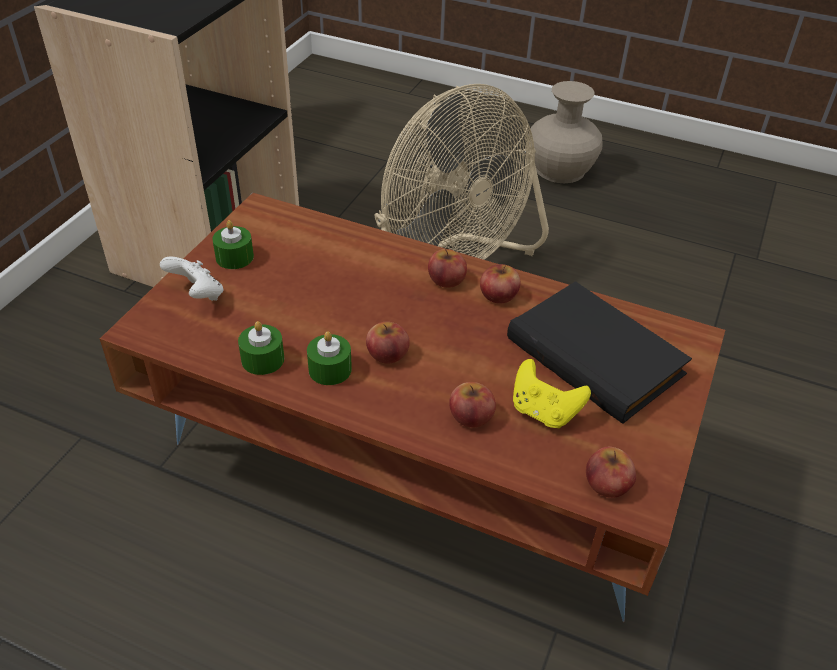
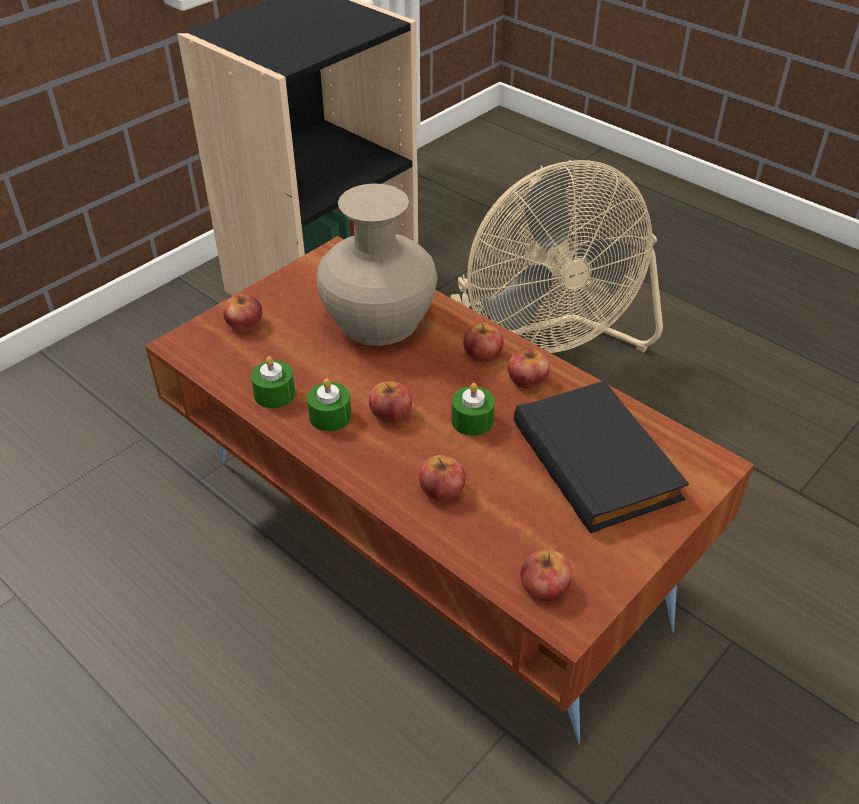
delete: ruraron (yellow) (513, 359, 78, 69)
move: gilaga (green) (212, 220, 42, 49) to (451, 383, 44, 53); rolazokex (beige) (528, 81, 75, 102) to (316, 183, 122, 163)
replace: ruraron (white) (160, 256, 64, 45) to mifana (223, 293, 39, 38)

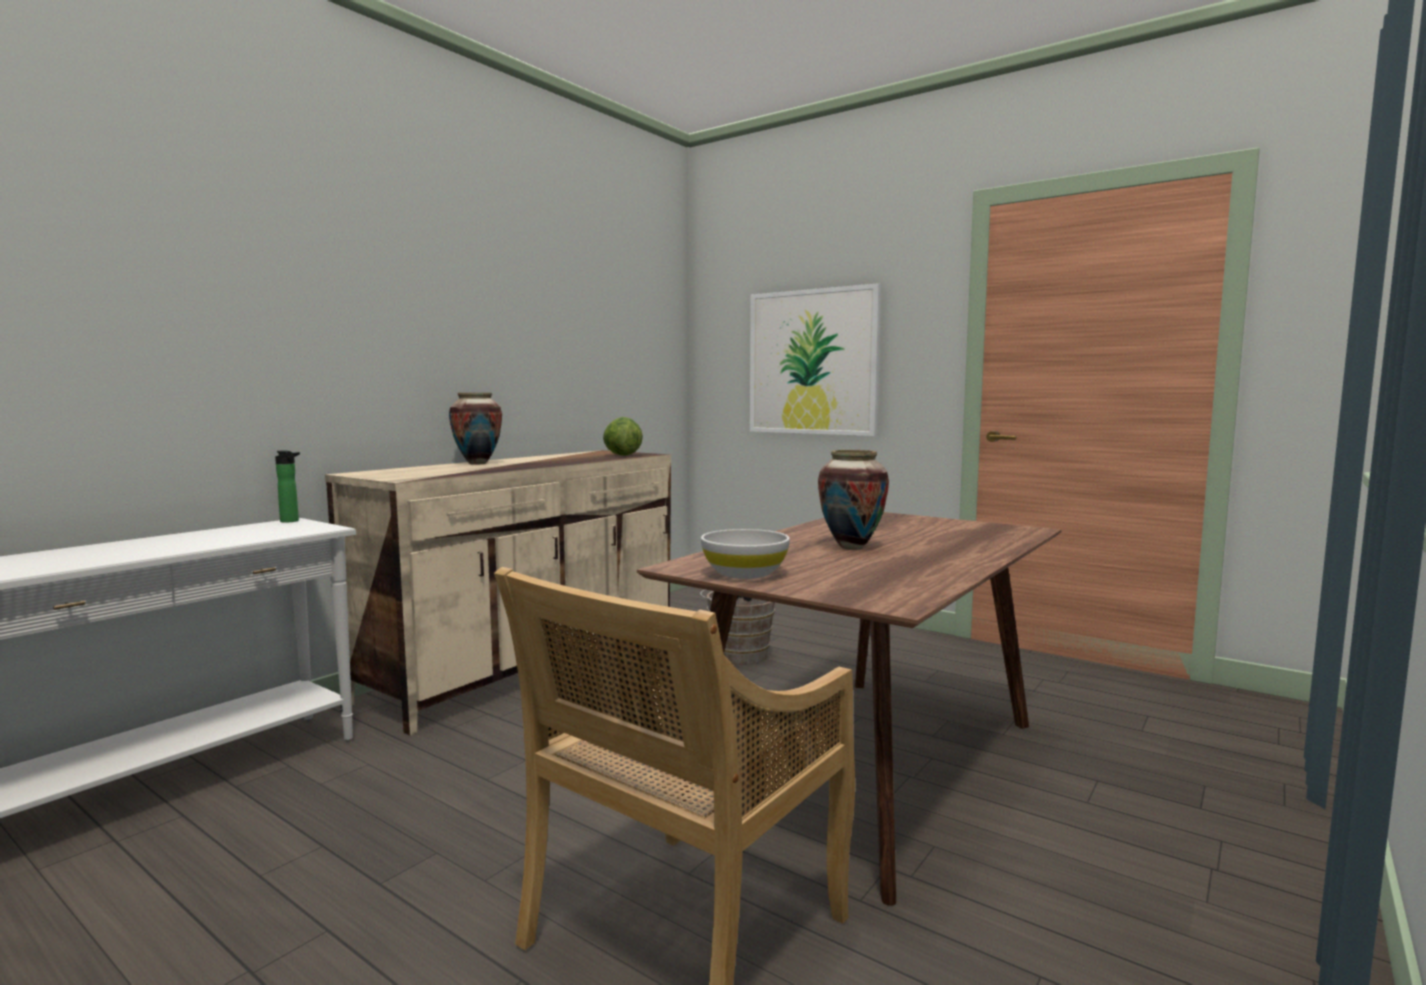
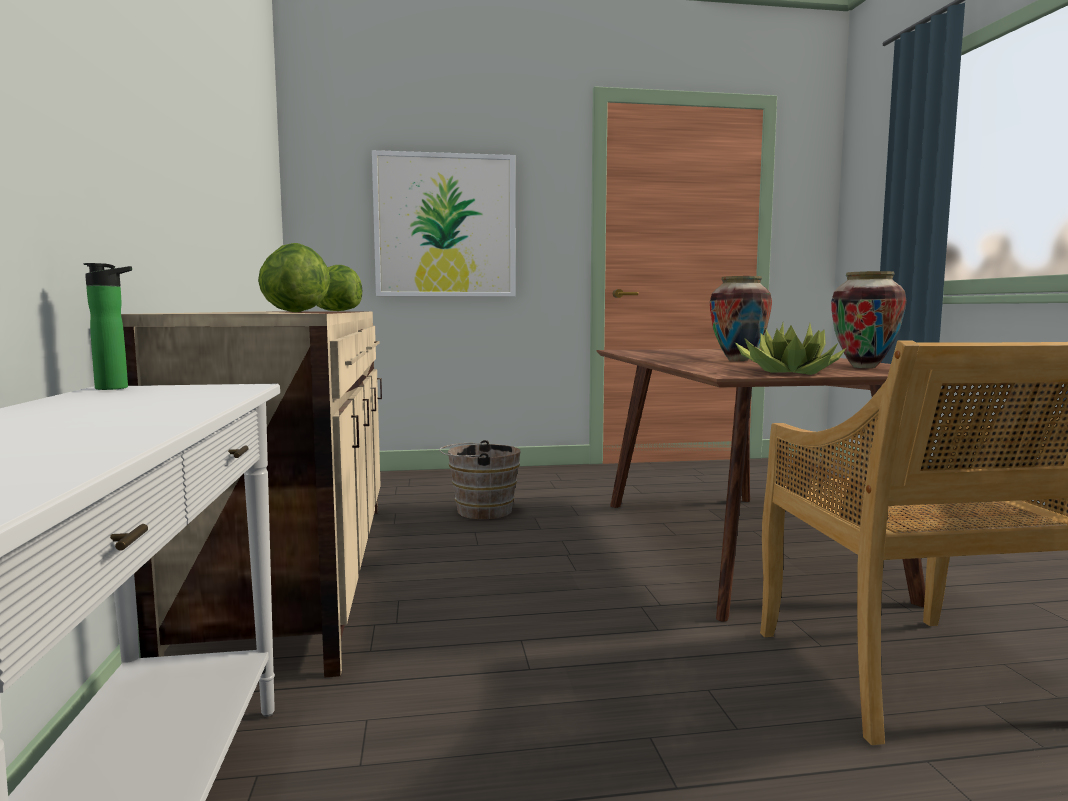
insert: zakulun (258, 243, 72, 69)
move: rolazokex (449, 393, 53, 72) to (831, 271, 76, 97)
replace: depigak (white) (701, 529, 89, 50) to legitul (735, 323, 111, 52)

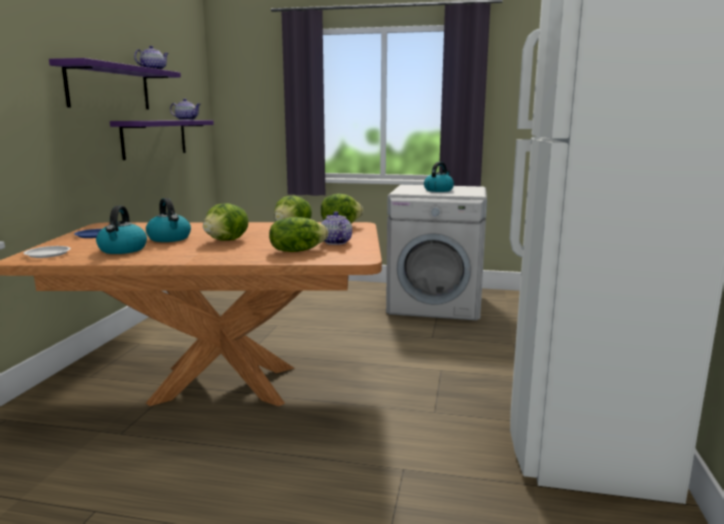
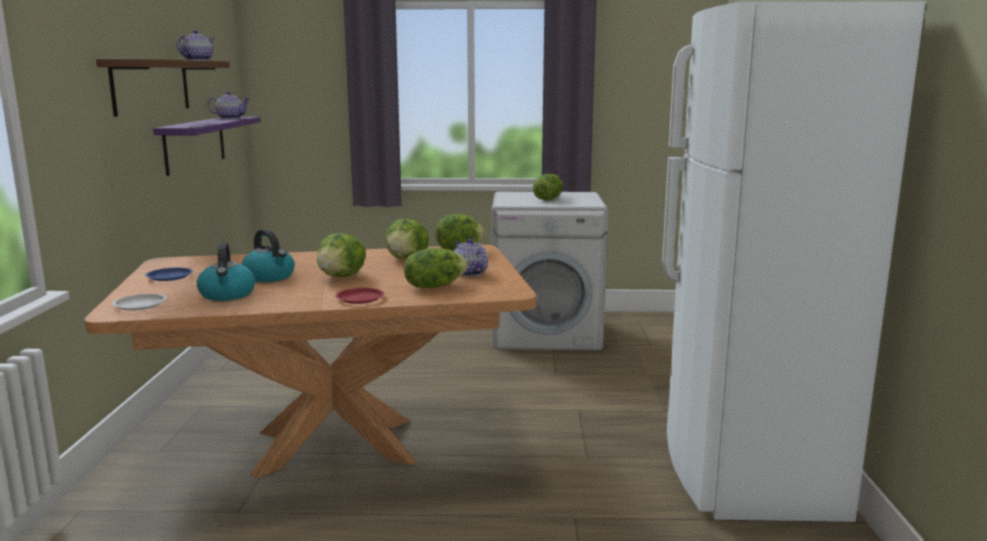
insert: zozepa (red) (335, 288, 49, 16)
replace: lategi (424, 162, 30, 30) to zakulun (533, 174, 30, 26)
recolor: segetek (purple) (49, 58, 132, 51) to segetek (brown) (96, 59, 134, 58)

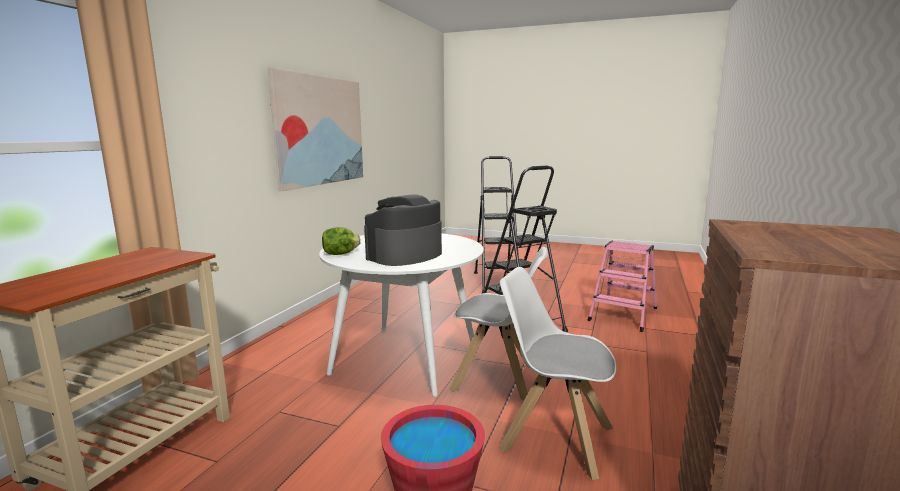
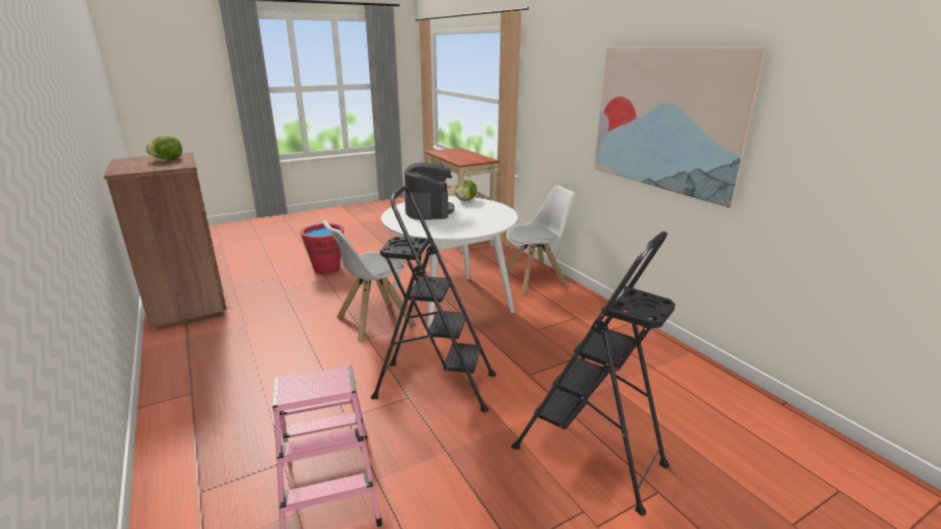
insert: zakulun (146, 136, 36, 23)
move: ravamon (499, 267, 117, 213) to (500, 186, 76, 110)

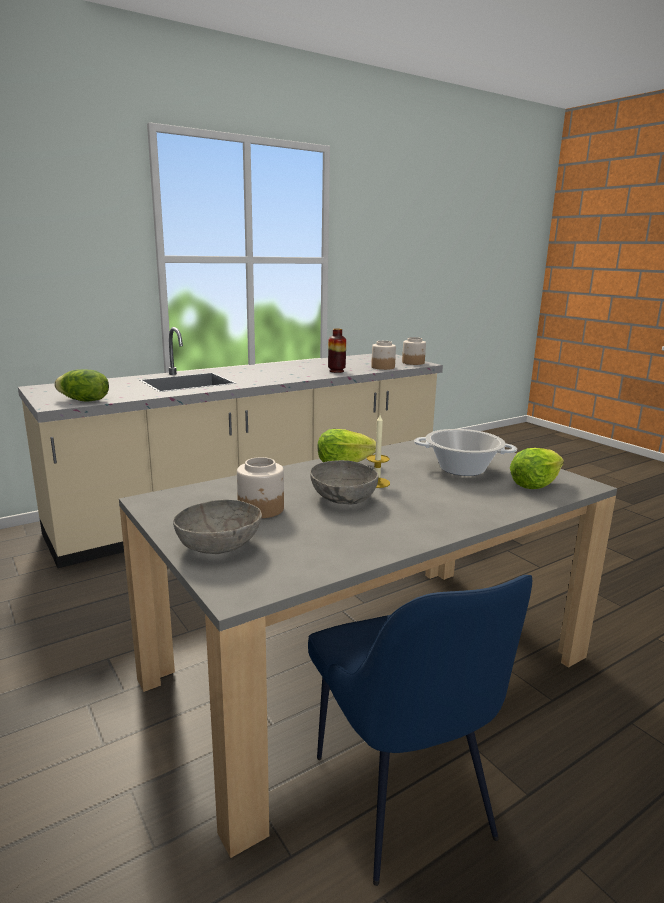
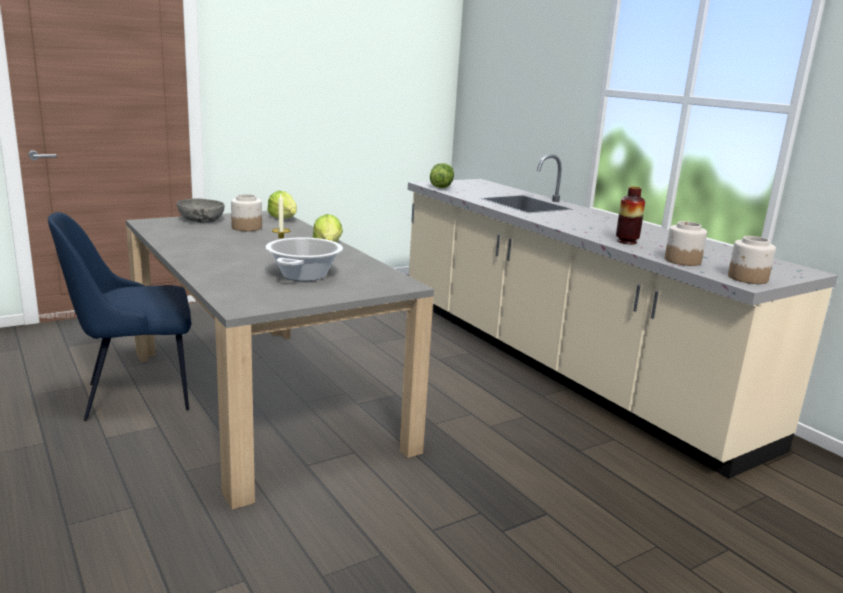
delete: depigak (grey) (310, 460, 69, 44)
move: zakulun (510, 448, 54, 41) to (267, 190, 30, 29)

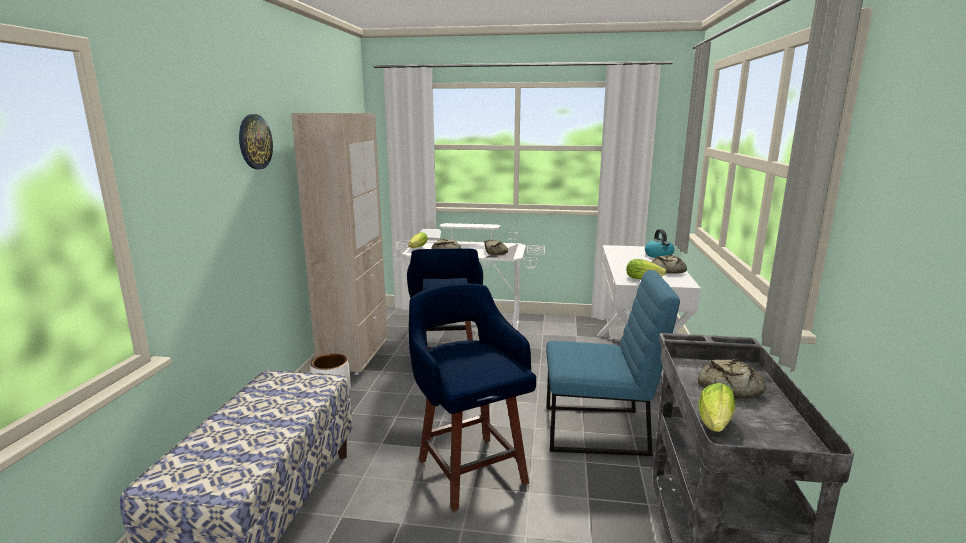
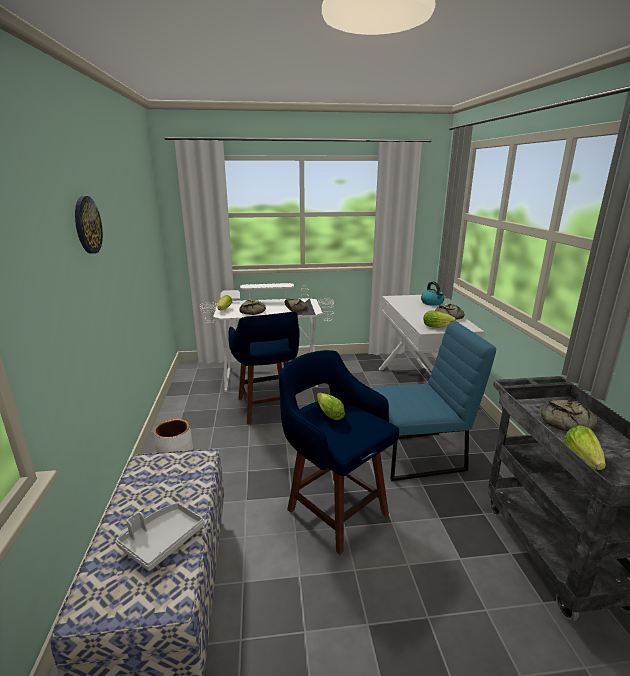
delete: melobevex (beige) (291, 113, 97, 262)
insert: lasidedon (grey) (116, 503, 89, 68); zakulun (317, 393, 28, 27)

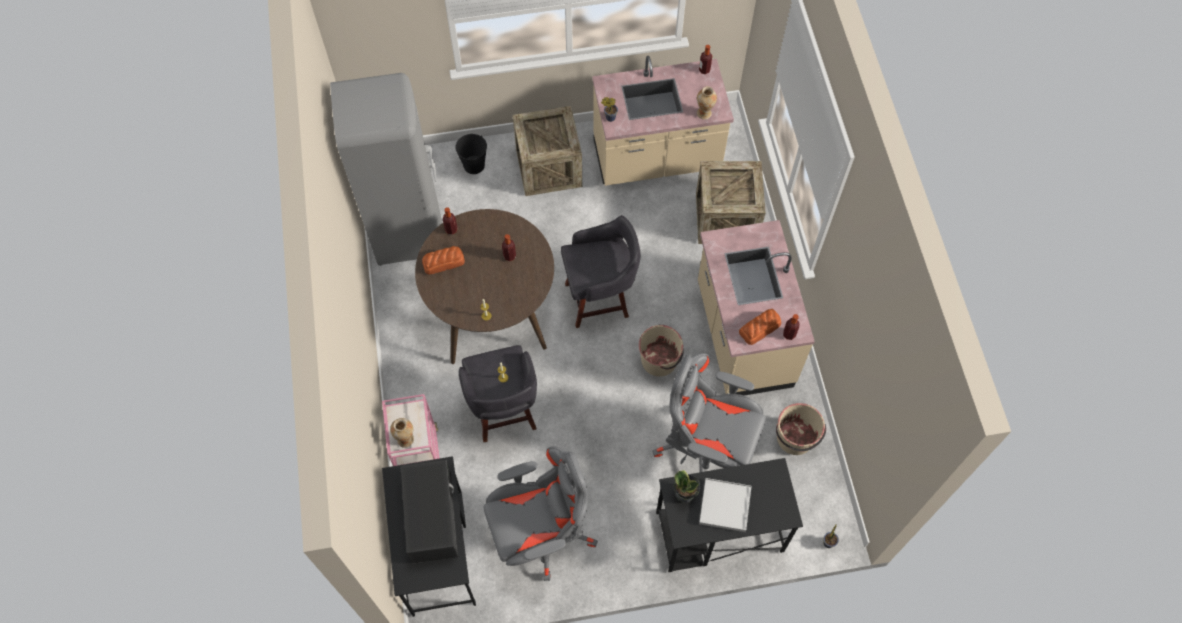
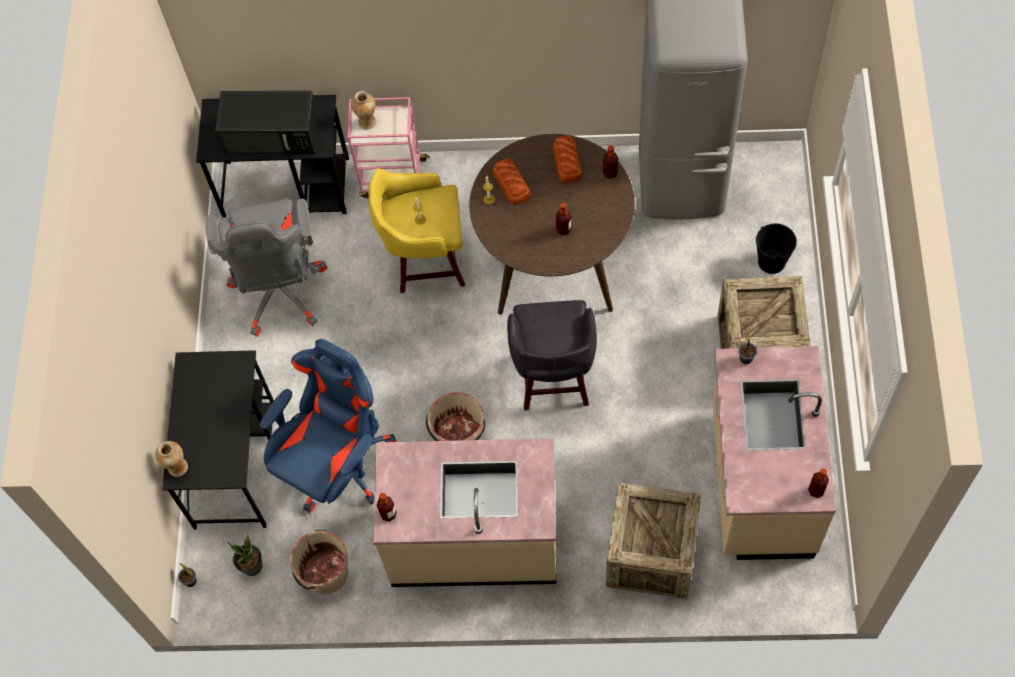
delete: lasidedon (white) (699, 478, 53, 54)
move: legitul (674, 470, 26, 33) to (228, 535, 34, 41); rolazokex (697, 86, 20, 34) to (155, 441, 33, 36); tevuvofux (739, 309, 42, 36) to (493, 158, 38, 47)
recolor: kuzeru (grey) (459, 345, 78, 97) to kuzeru (yellow) (368, 168, 97, 125); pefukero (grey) (652, 353, 114, 119) to pefukero (blue) (260, 339, 136, 174)

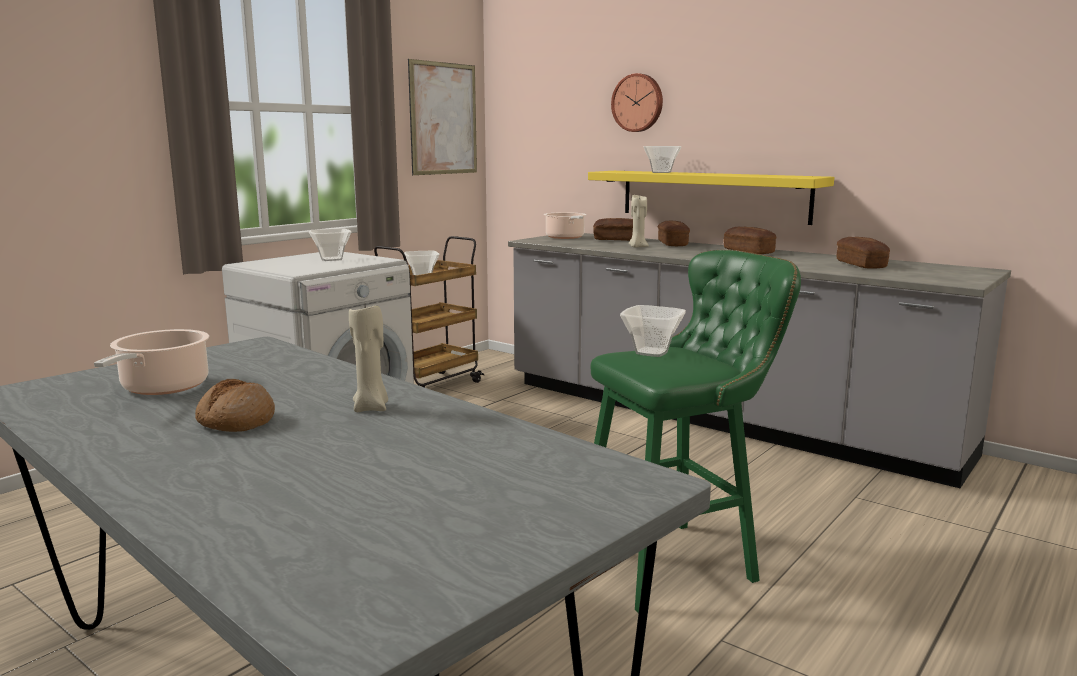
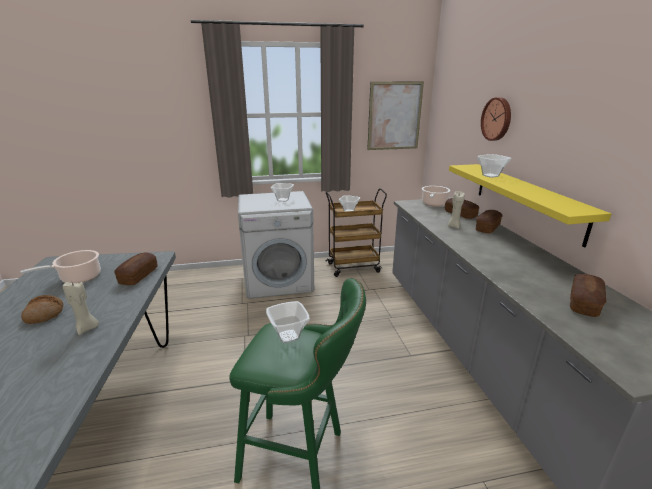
move: tevuvofux (724, 227, 53, 27) to (114, 252, 43, 33)

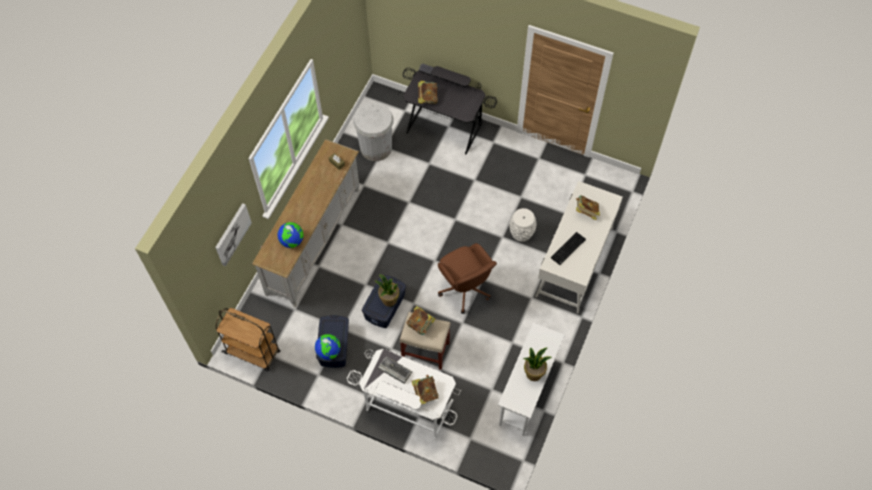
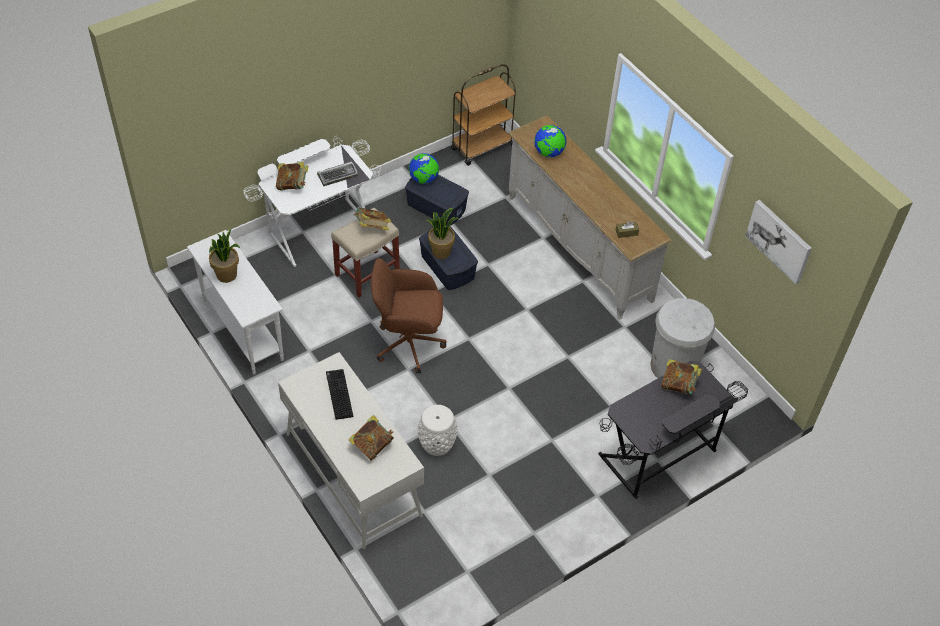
move: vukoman (215, 203, 37, 63) to (745, 200, 67, 84)

